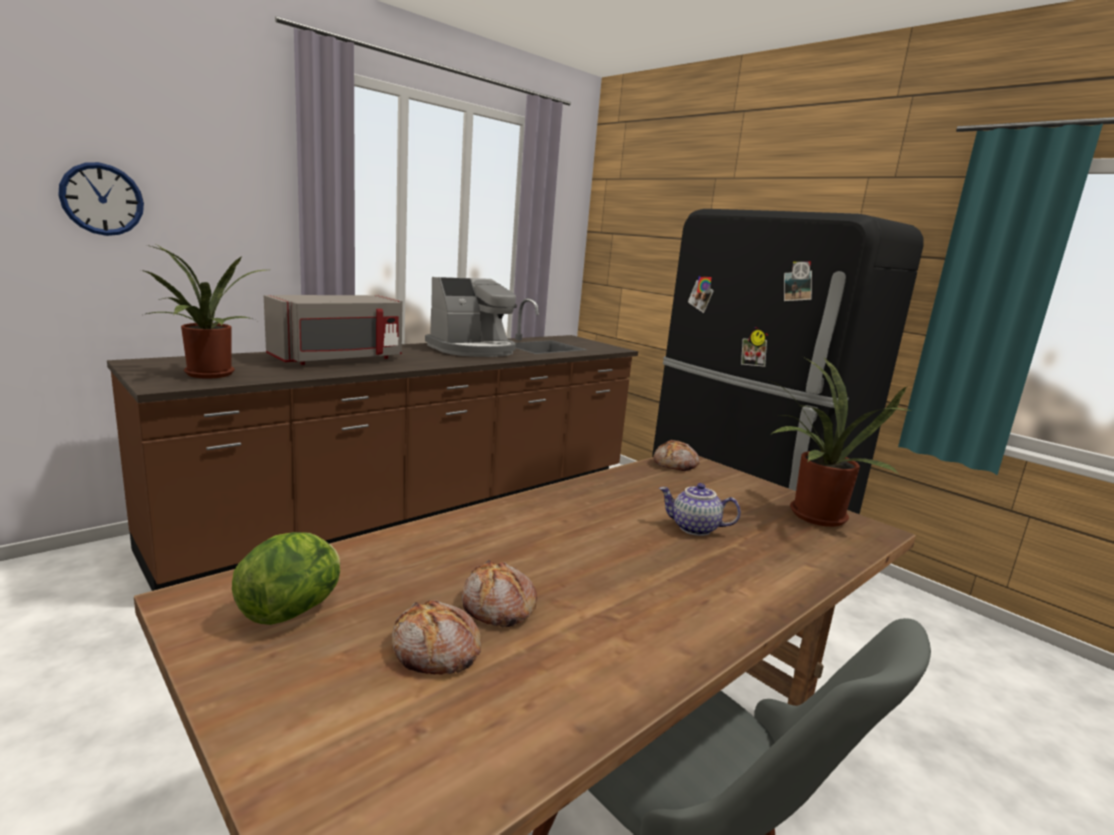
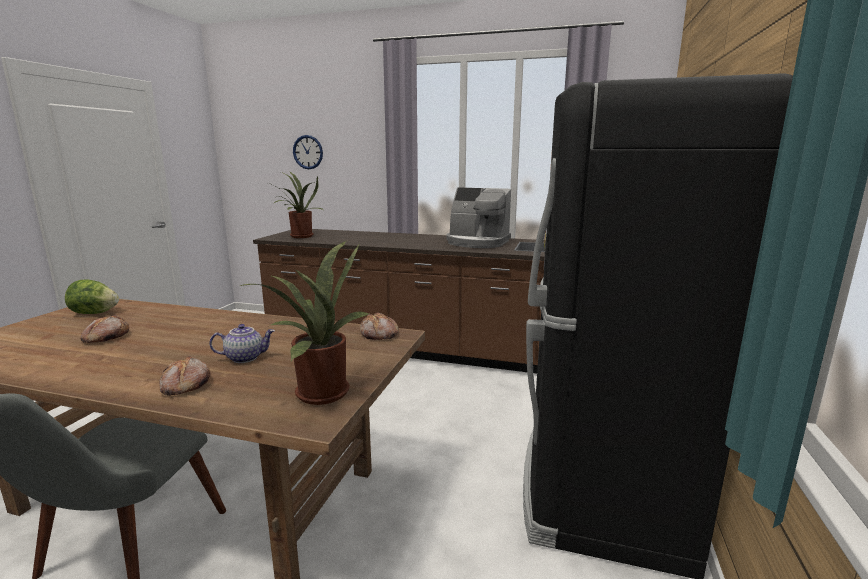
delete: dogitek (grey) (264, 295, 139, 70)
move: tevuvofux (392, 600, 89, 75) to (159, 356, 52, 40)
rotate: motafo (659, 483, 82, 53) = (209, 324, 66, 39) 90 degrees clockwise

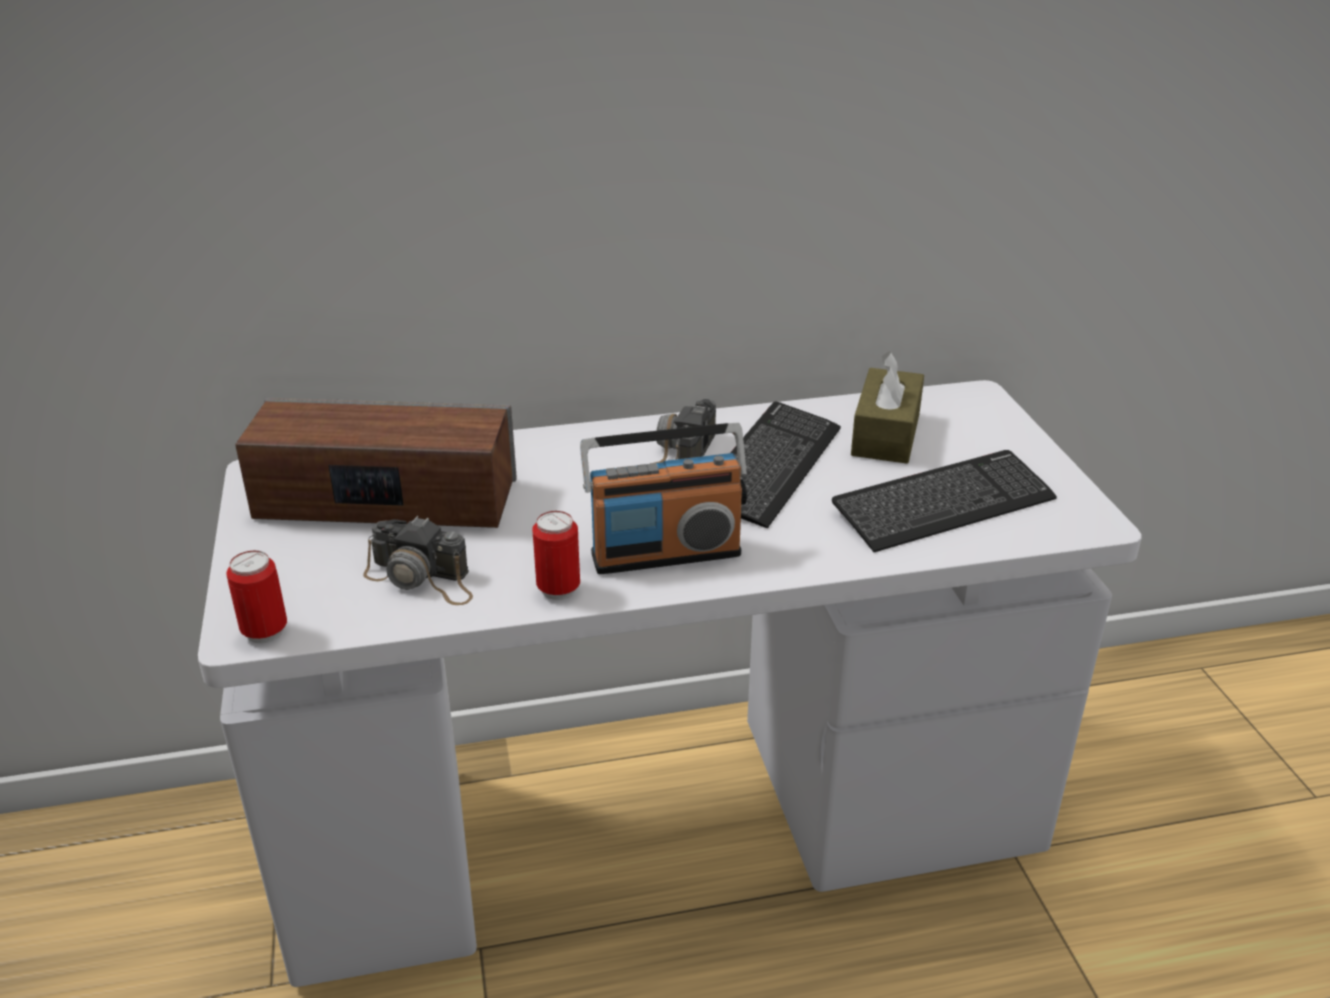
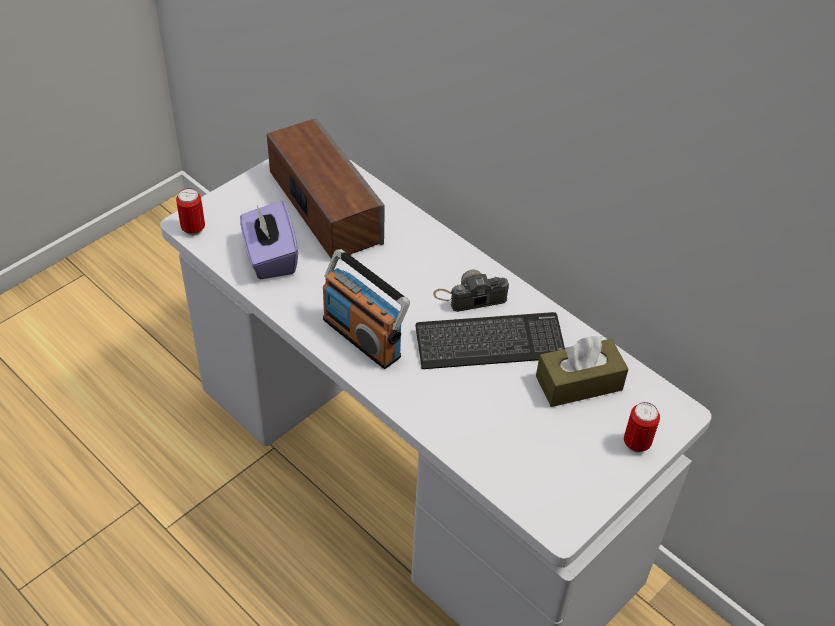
delete: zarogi (832, 450, 225, 102)
move: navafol (532, 511, 48, 89) to (624, 402, 36, 51)
replace: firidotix (363, 516, 110, 89) to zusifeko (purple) (240, 201, 58, 79)

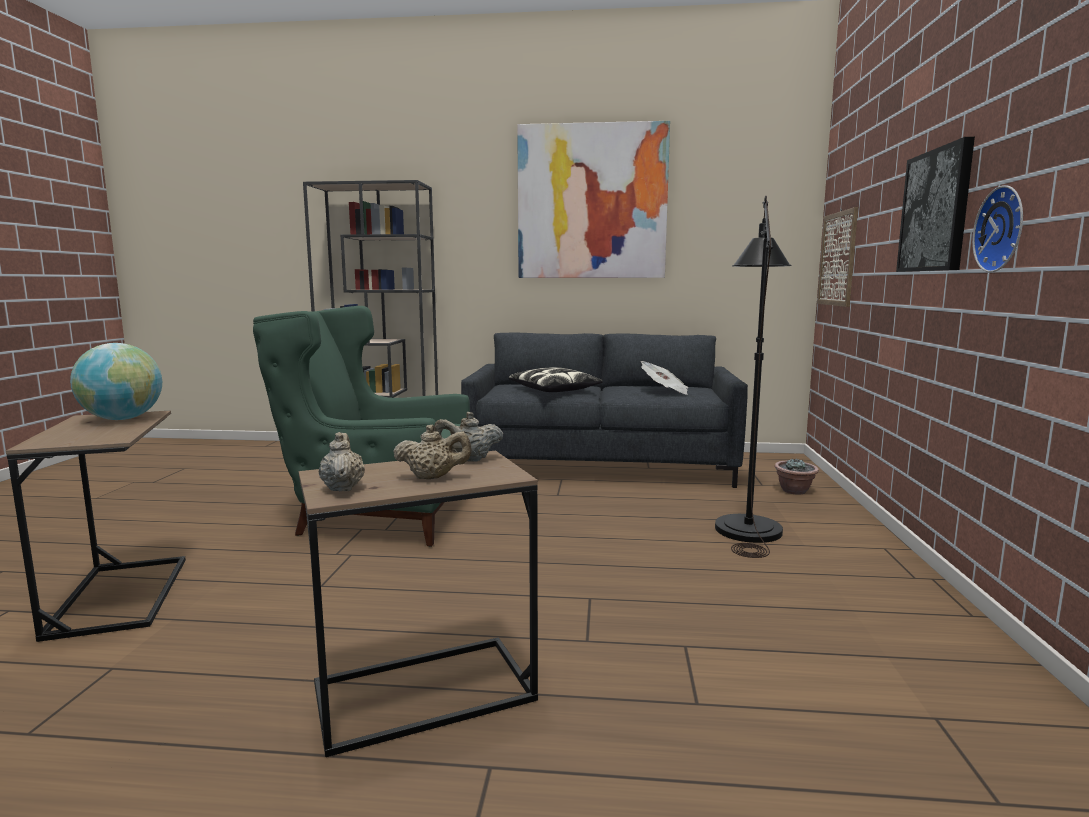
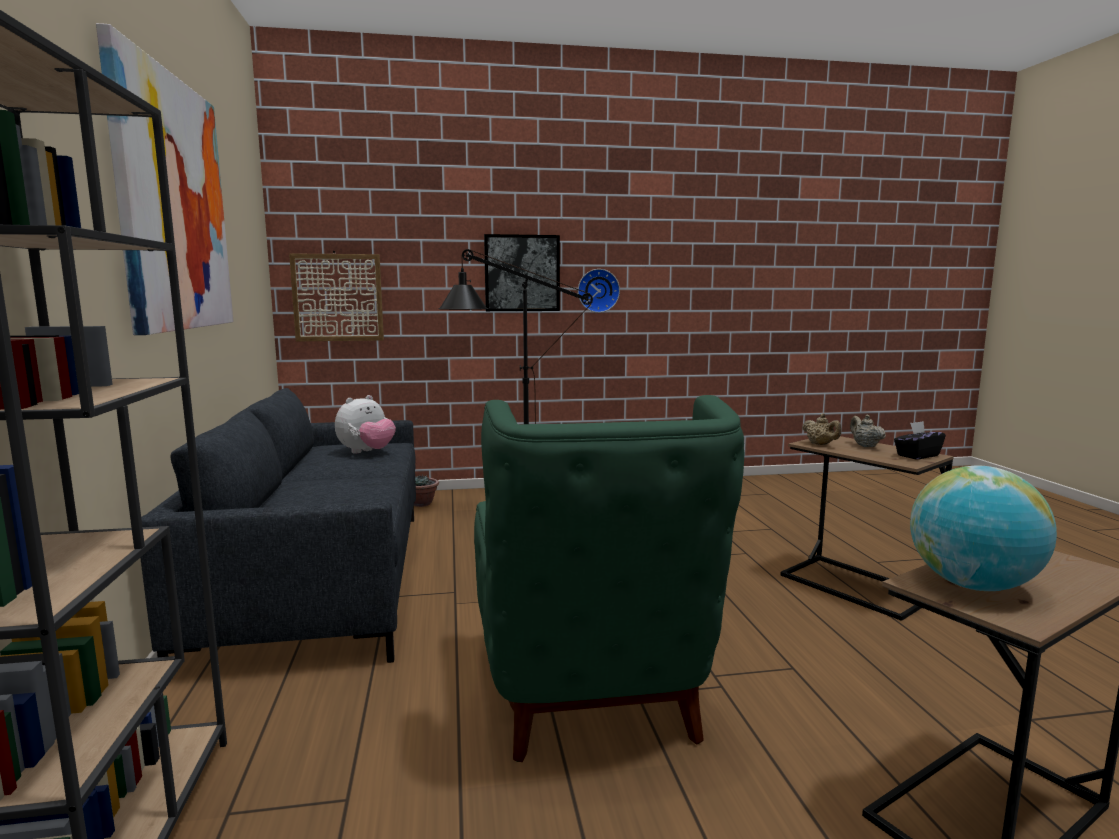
delete: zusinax (509, 367, 94, 25)
replace: motafo (beige) (319, 432, 46, 60) to zusifeko (black) (894, 421, 52, 39); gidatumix (641, 361, 47, 34) to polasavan (335, 395, 61, 59)

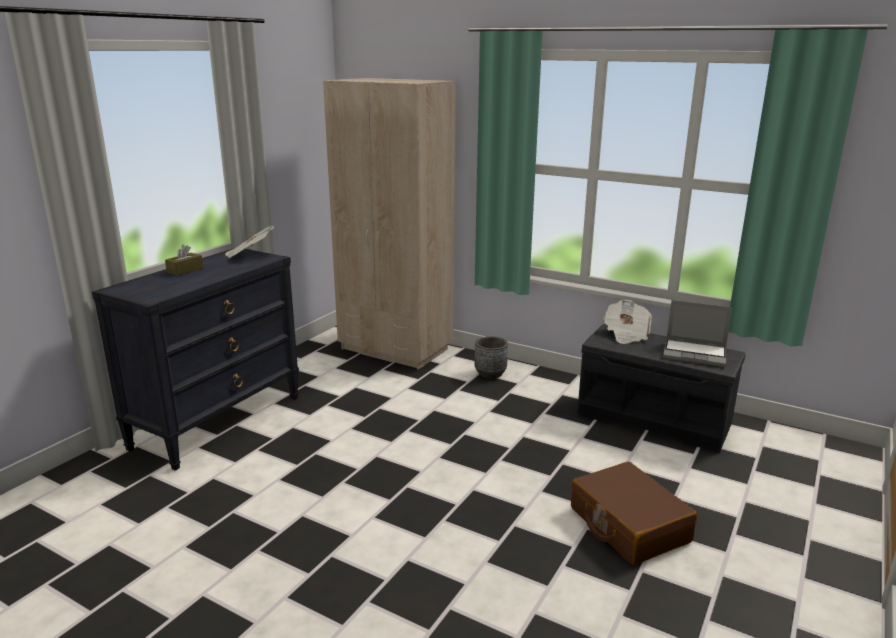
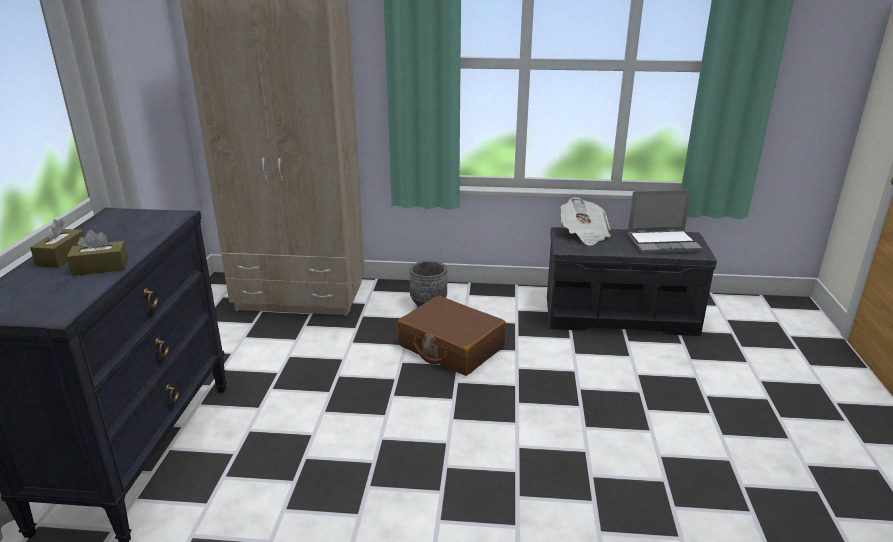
delete: gidatumix (225, 226, 49, 32)
insert: zusifeko (brown) (67, 230, 61, 46)
move: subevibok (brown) (571, 461, 126, 104) to (397, 295, 109, 81)

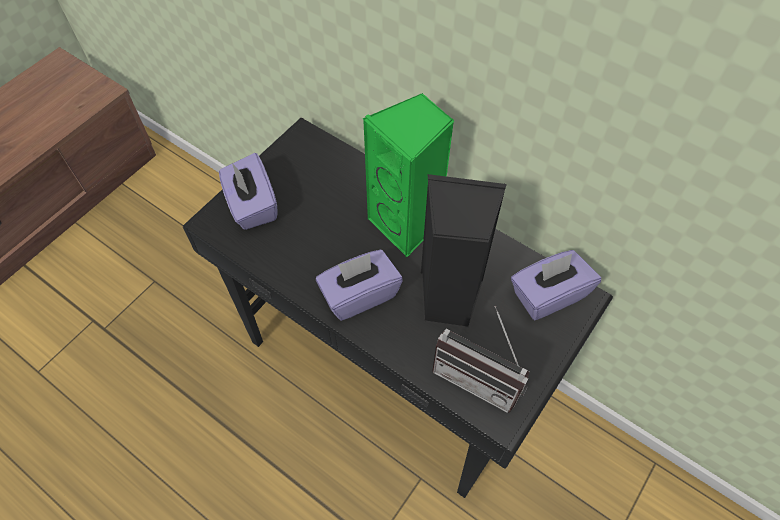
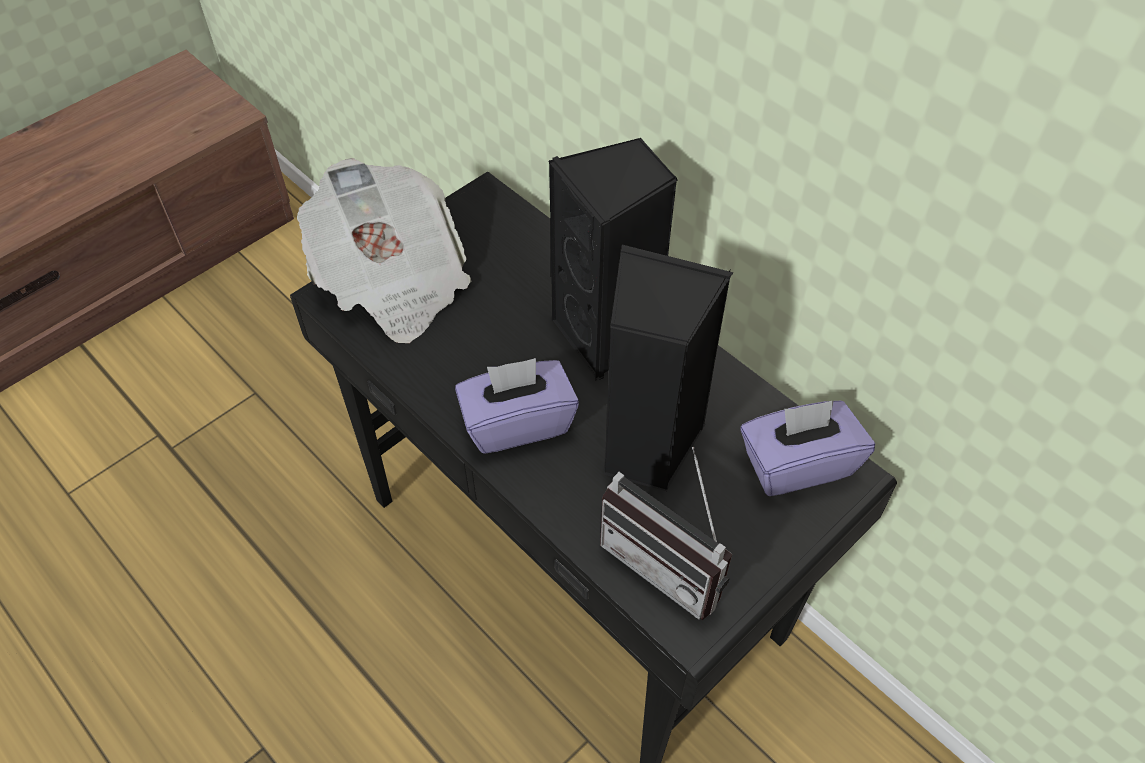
replace: zusifeko (purple) (219, 153, 59, 77) to gidatumix (297, 158, 174, 185)
recolor: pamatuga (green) (362, 93, 92, 164) to pamatuga (black) (548, 138, 130, 243)

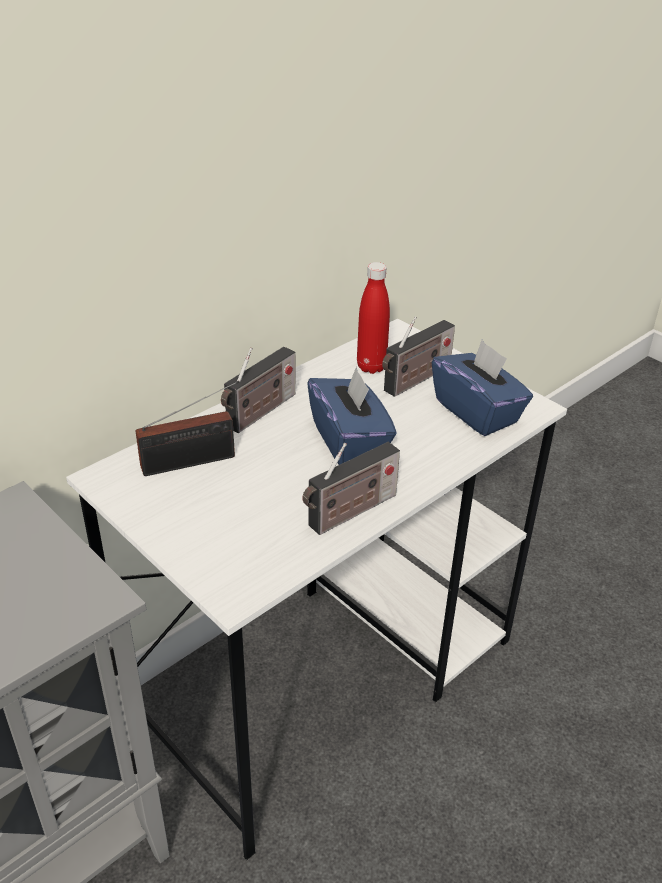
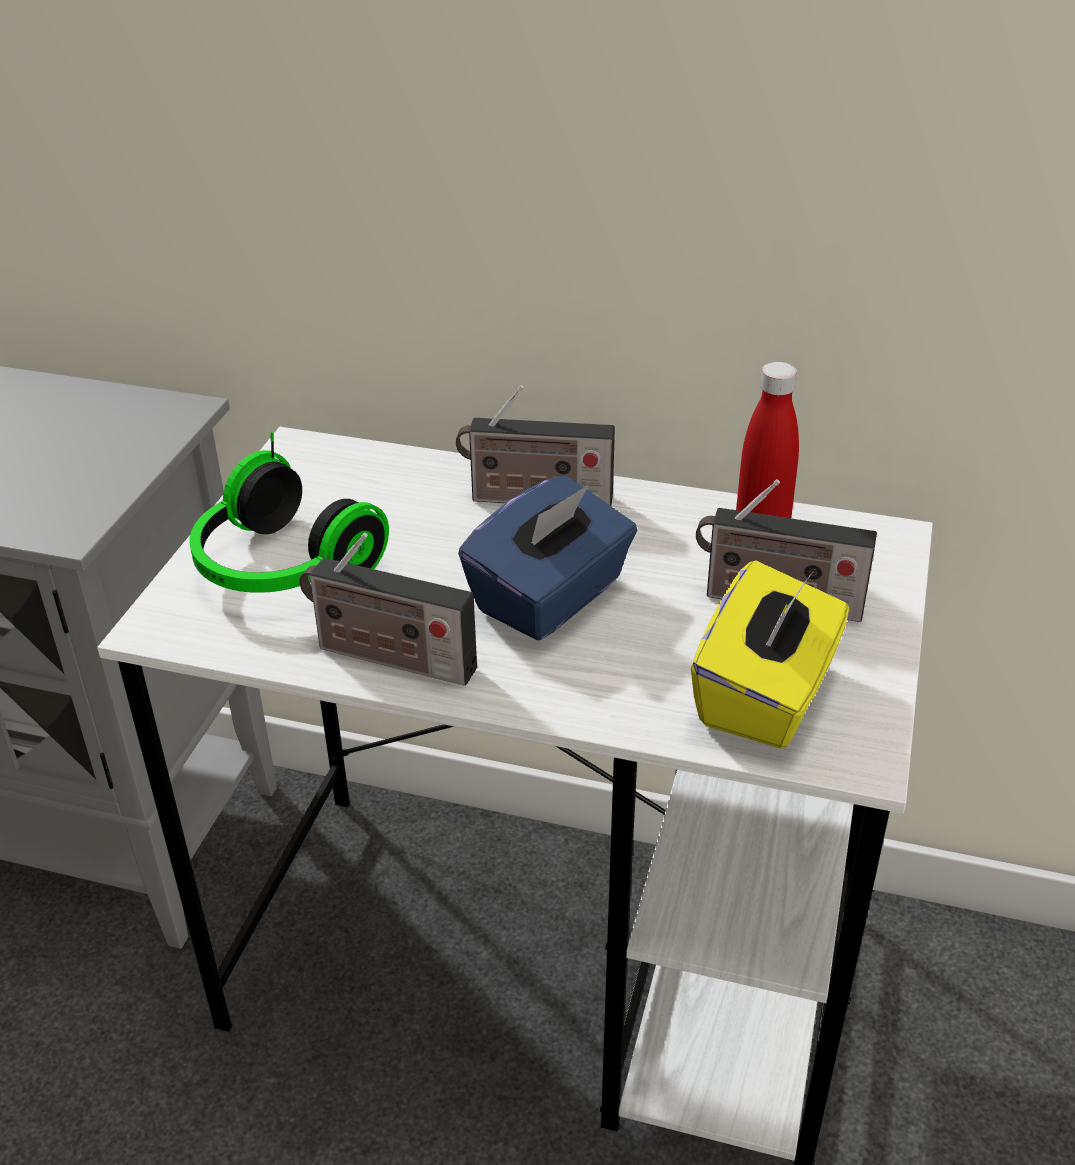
delete: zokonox (136, 381, 103, 95)
insert: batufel (189, 432, 200, 161)
recolor: zusifeko (blue) (432, 340, 101, 96) to zusifeko (yellow) (691, 560, 158, 189)

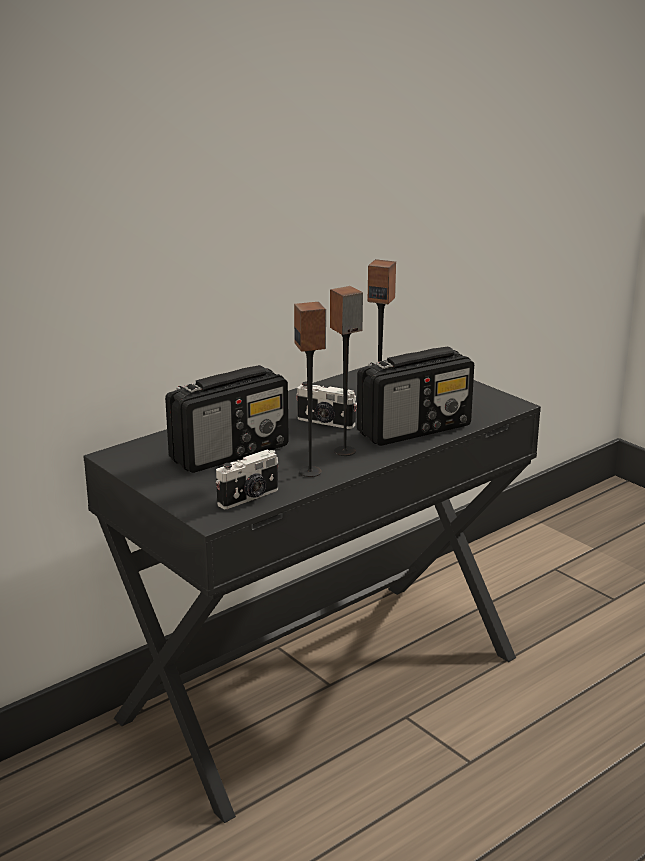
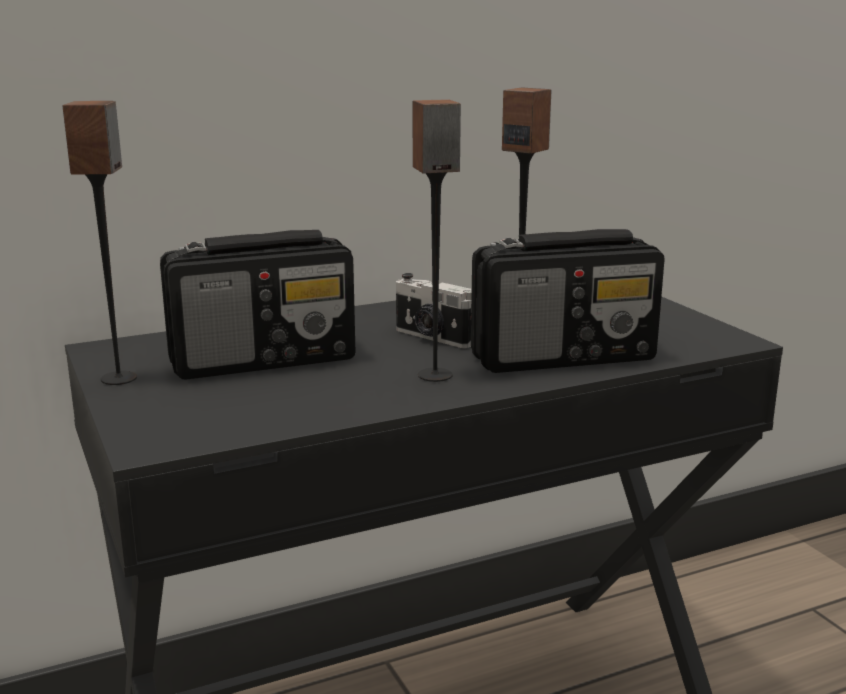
delete: firidotix (216, 449, 63, 60)
move: pamatuga (294, 302, 32, 175) to (63, 101, 74, 284)

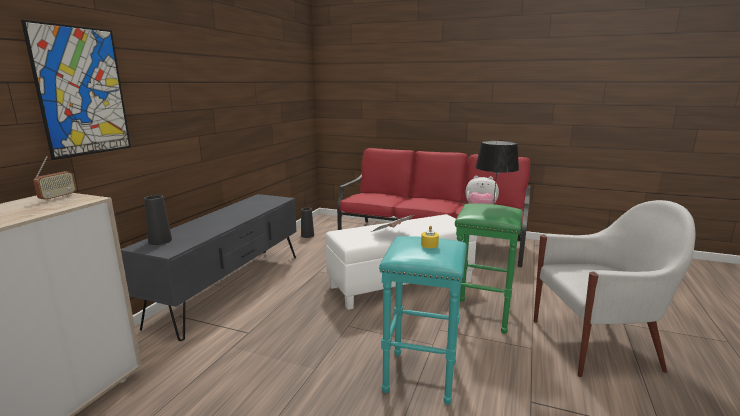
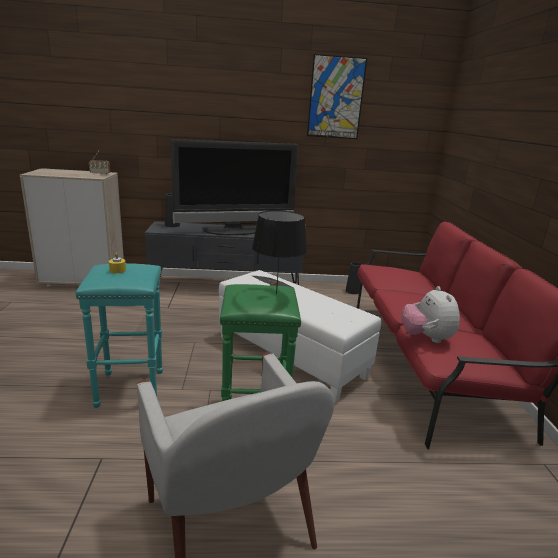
insert: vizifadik (171, 139, 128, 96)
move: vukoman (21, 20, 110, 140) to (307, 54, 60, 85)

